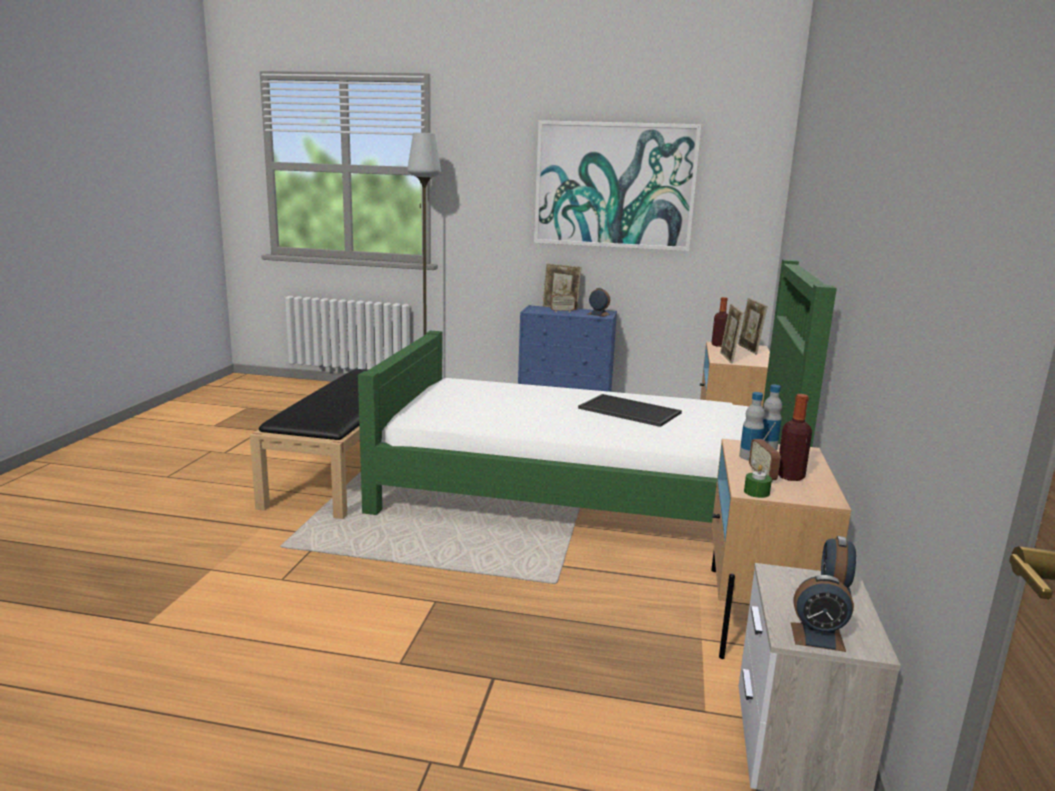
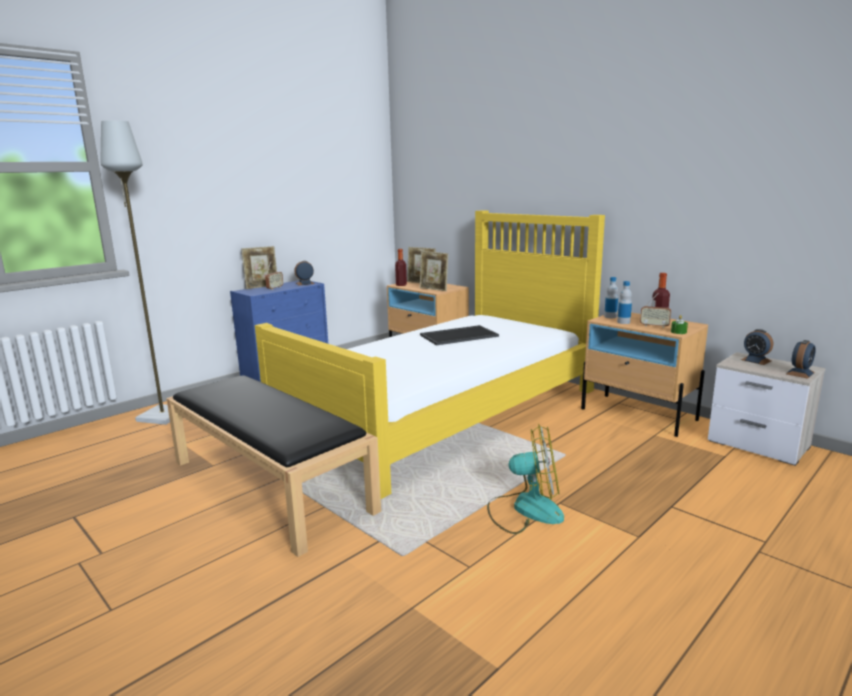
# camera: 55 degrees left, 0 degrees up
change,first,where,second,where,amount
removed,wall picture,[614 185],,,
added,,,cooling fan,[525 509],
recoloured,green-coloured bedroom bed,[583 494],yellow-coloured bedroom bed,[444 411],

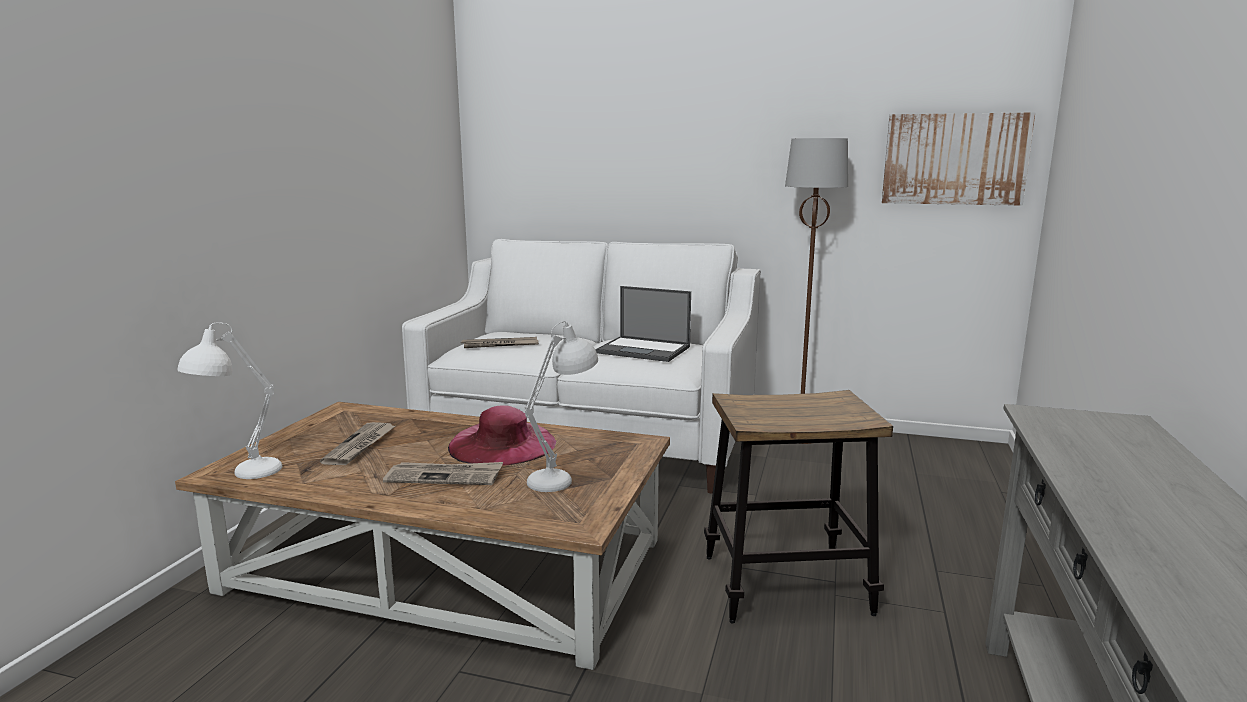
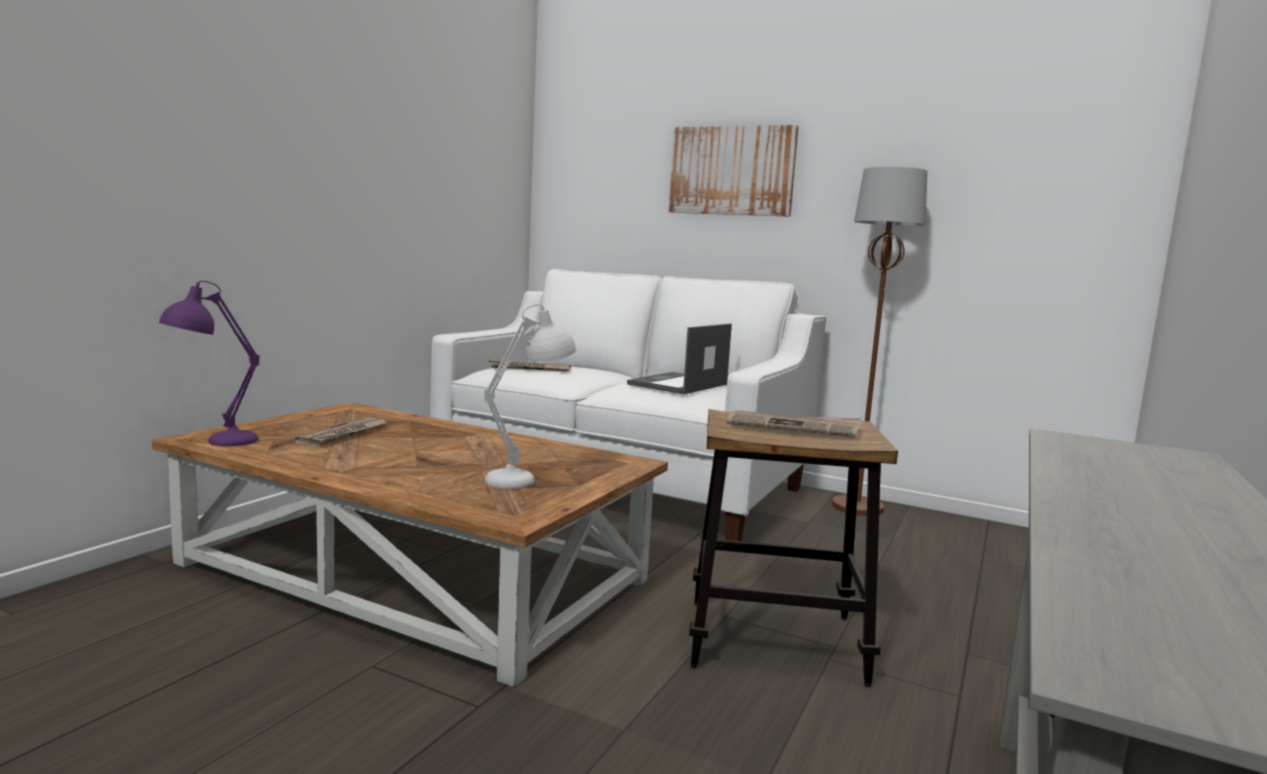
# camera: 10 degrees right, 5 degrees down
change,first,where,second,where,amount
removed,pinkish clothing hat,[502 444],,,
moved,printed paper,[445 476],,[793 427],
moved,wall picture,[954 159],,[732 171],
recoloured,whitish table lamp,[240 476],purplish table lamp,[212 443],
turned,laptop,[644 350],,[677 385],90 degrees clockwise

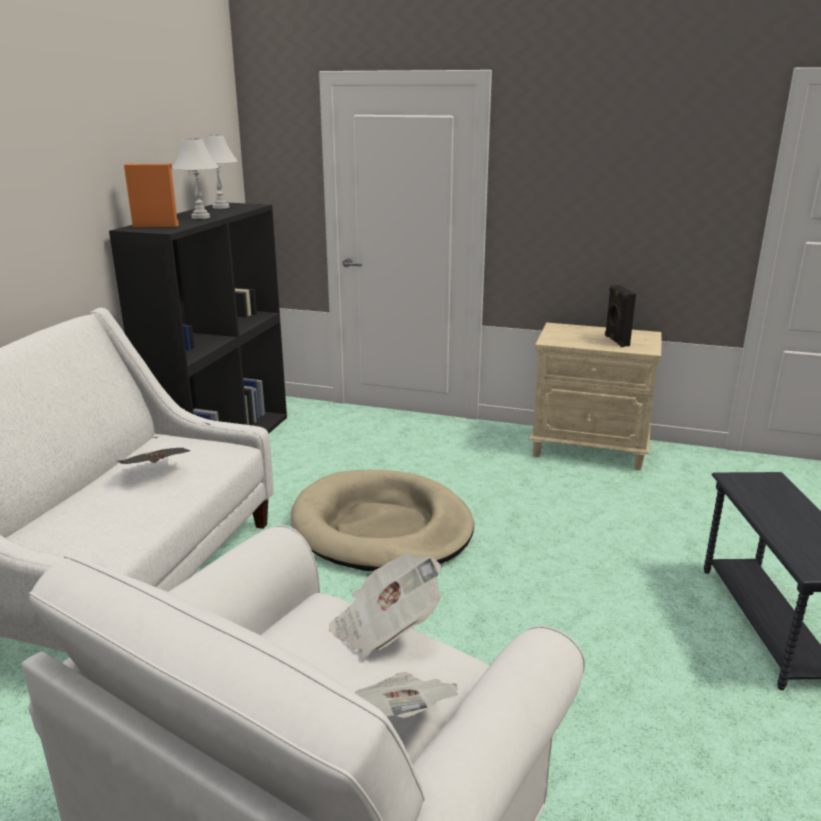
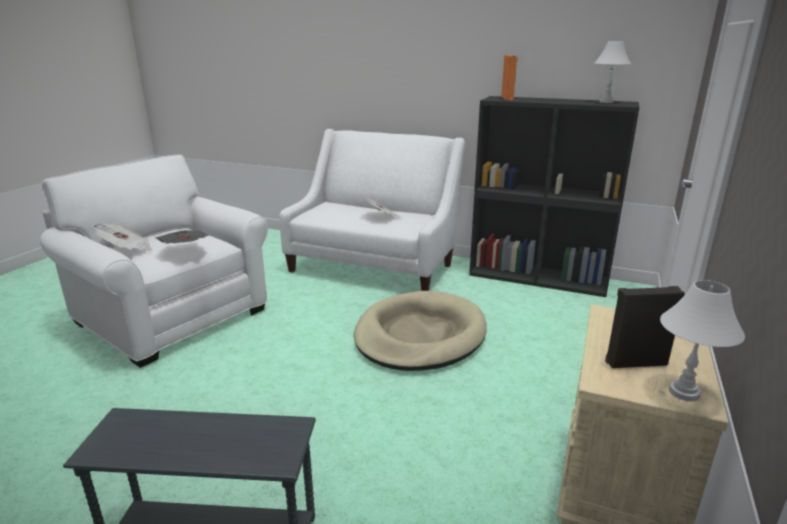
# camera: 95 degrees right, 0 degrees up
change,first,where,second,where,amount
moved,whitish table lamp,[201 217],,[684 393],

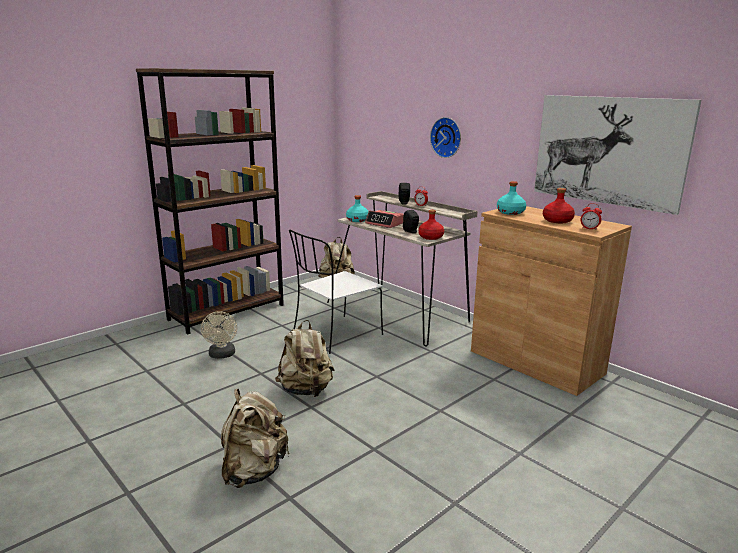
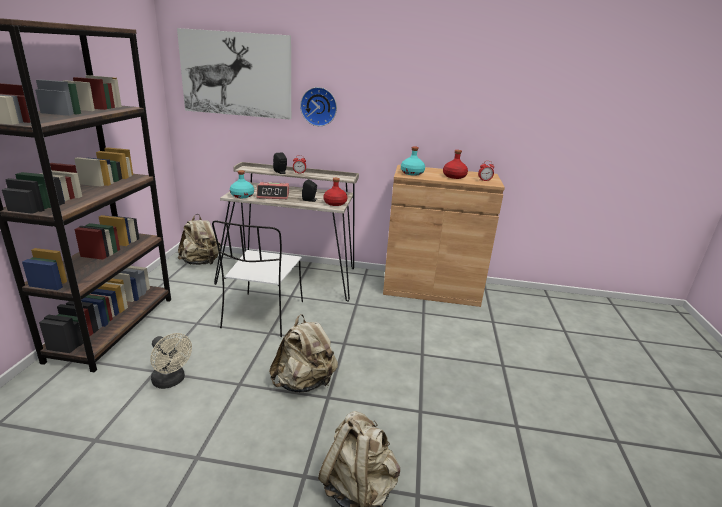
# camera: 40 degrees left, 5 degrees up
change,first,where,second,where,amount
moved,wall picture,[609 150],,[236 74],

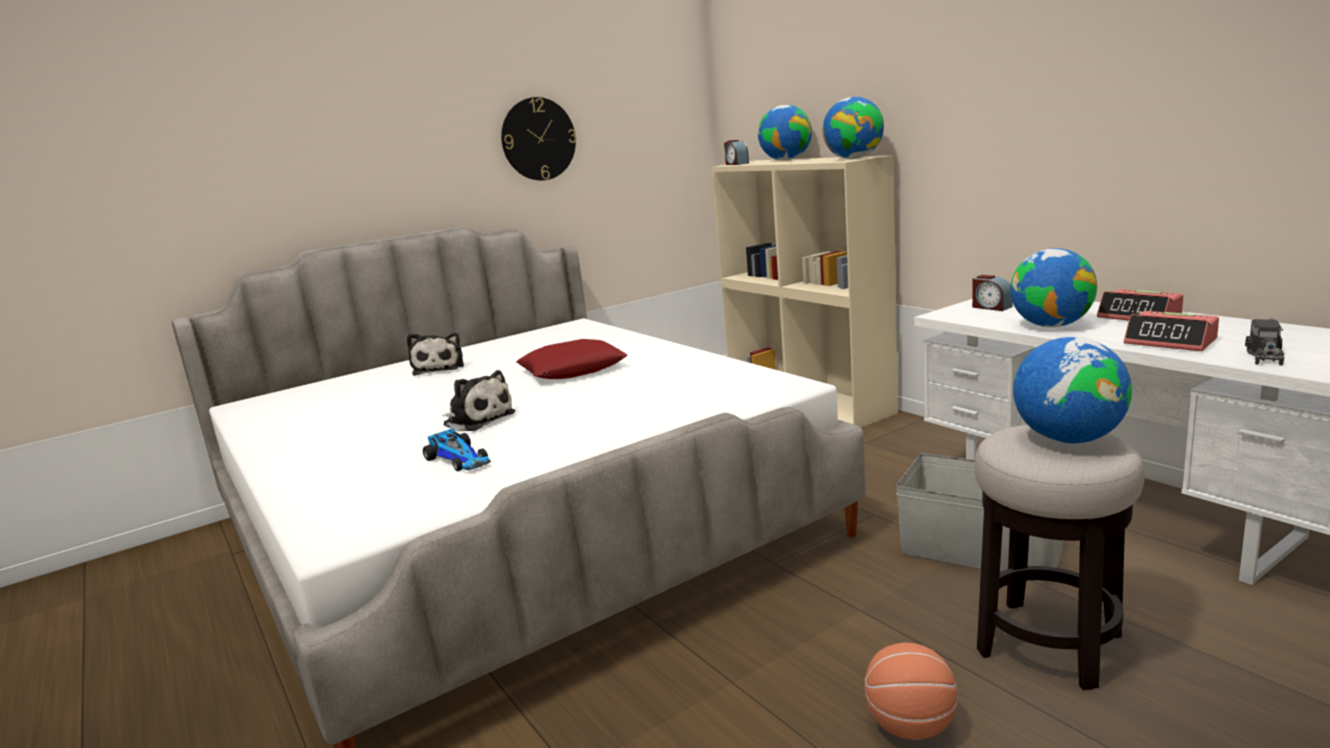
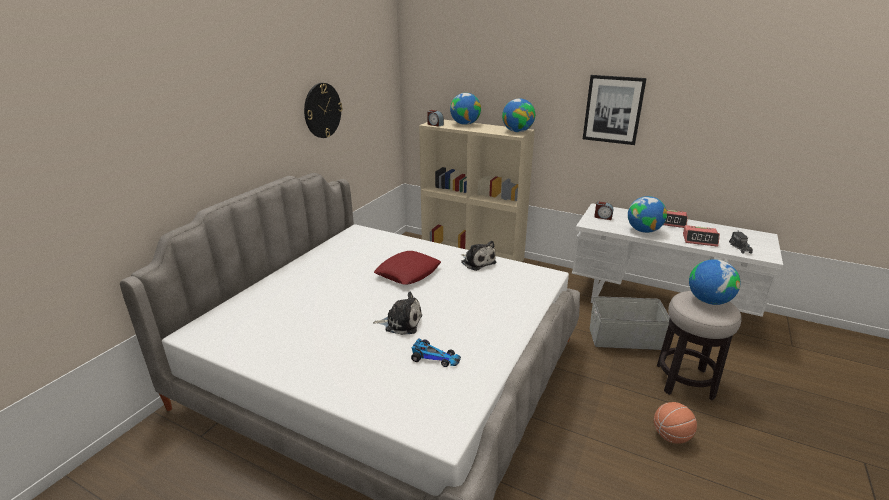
# camera: 30 degrees left, 10 degrees up
change,first,where,second,where,amount
added,,,wall picture,[613 109],
moved,soft toy,[439 368],,[477 262],

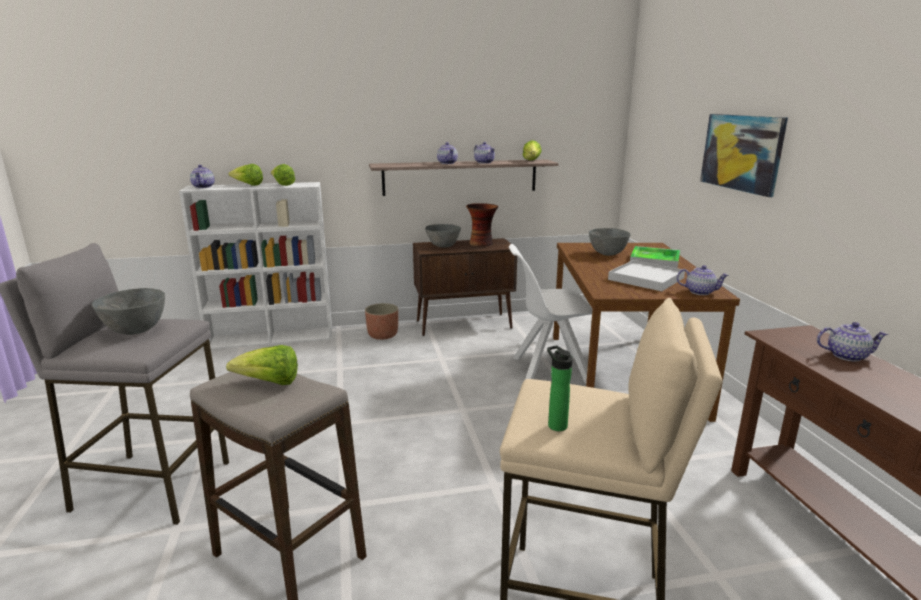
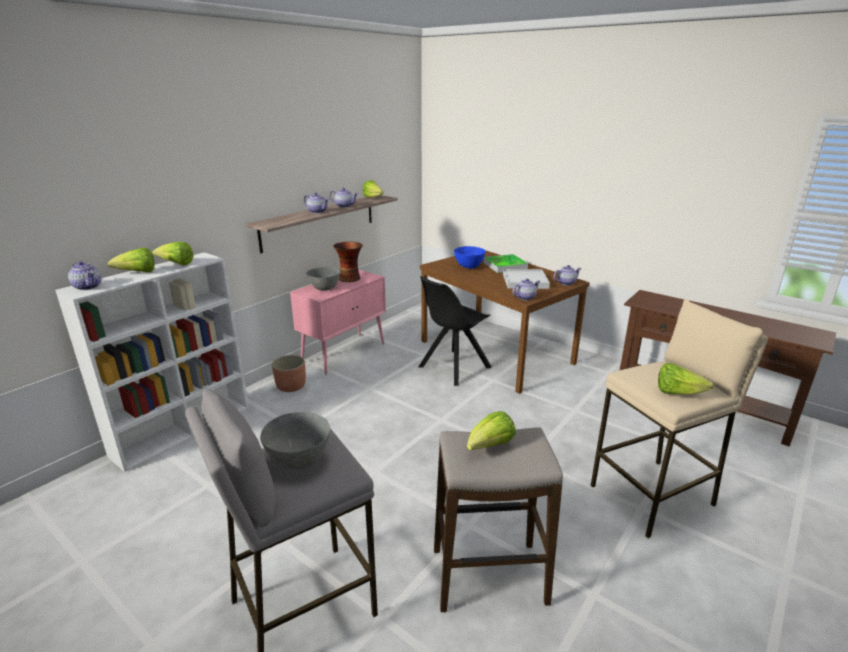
# camera: 40 degrees left, 5 degrees up
change,first,where,second,where,amount
removed,wall picture,[741 152],,,
moved,pot for tea,[847 356],,[525 297],
replaced,beverage bottle,[555 424],lettuce head,[677 393],
recoloured,brown cabinet,[464 324],pinkish cabinet,[344 353],
recoloured,whitish chair,[548 371],black-coloured chair,[453 368],
recoloured,greyish bowl,[607 254],bluish bowl,[469 267],

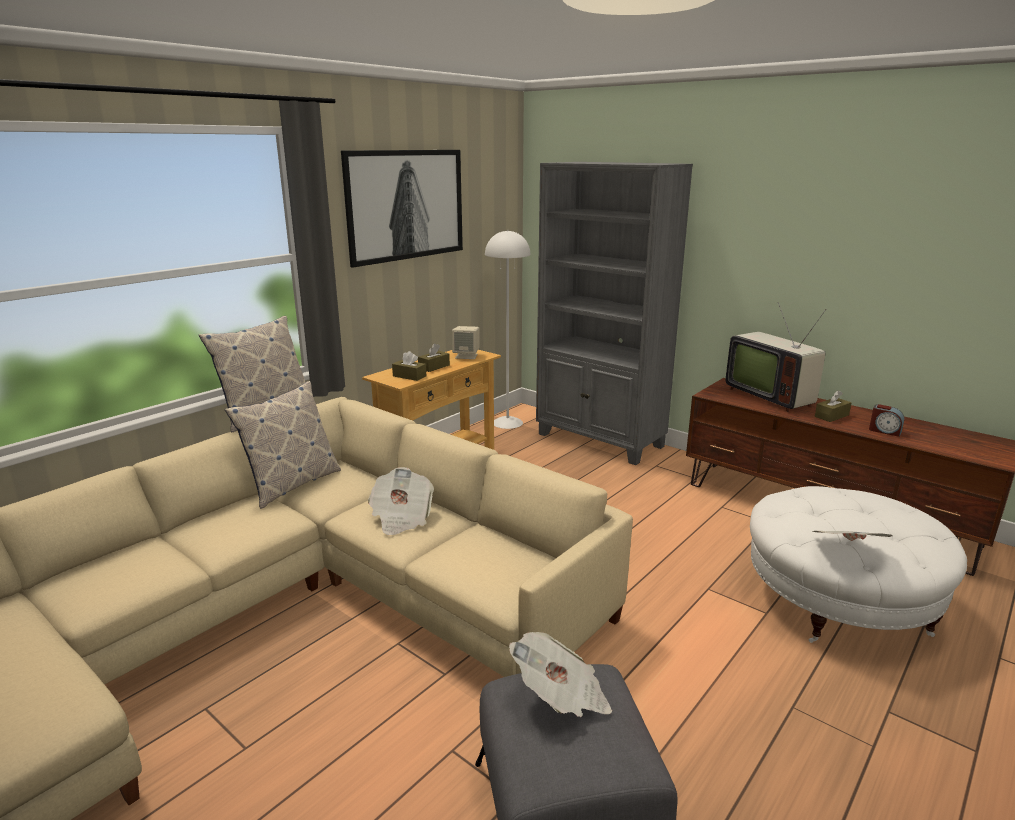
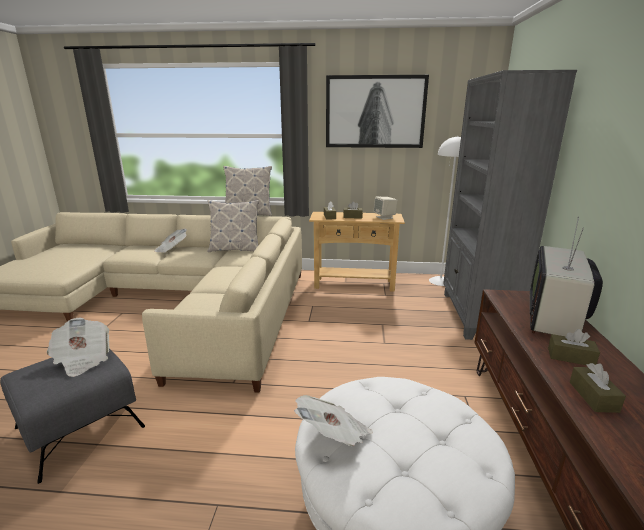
# camera: 55 degrees right, 0 degrees up
change,first,where,second,where,amount
moved,printed paper,[401 517],,[172 249],
replaced,alarm clock,[884 431],brown tissue box,[593 396],

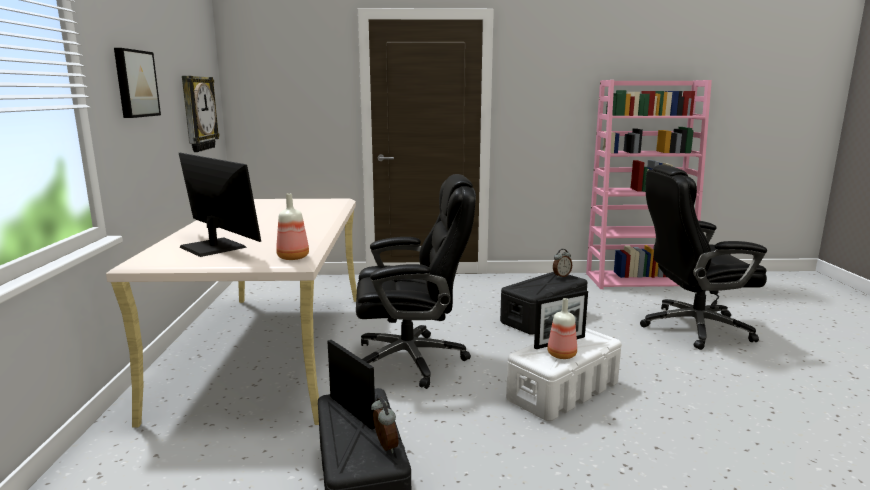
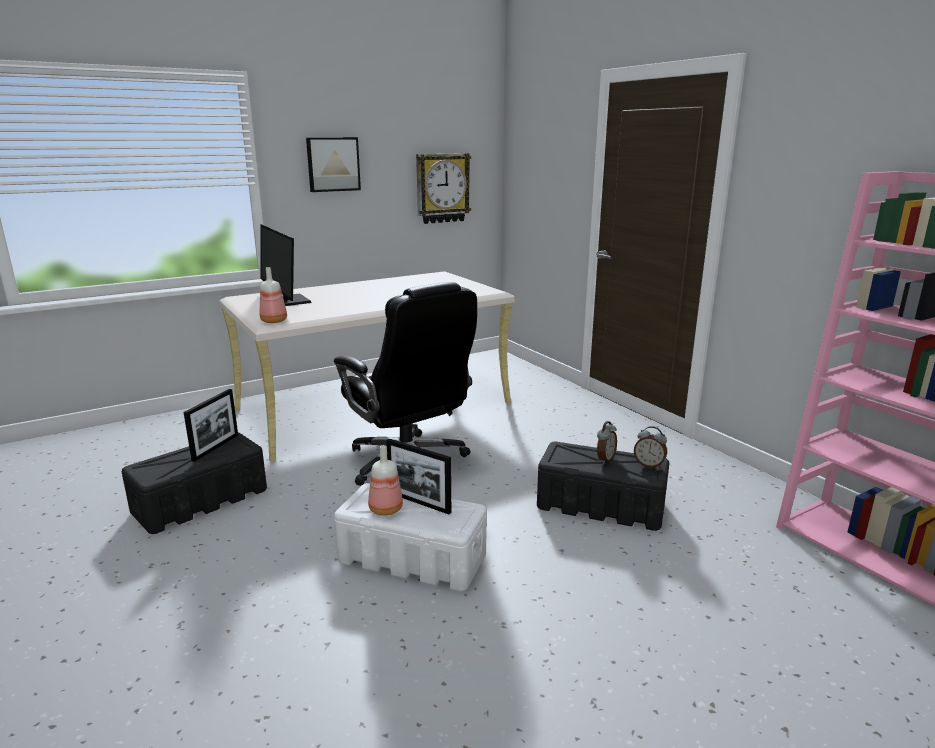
# camera: 60 degrees right, 5 degrees up
change,first,where,second,where,amount
removed,black-coloured office chair,[692 328],,,
moved,alarm clock,[384 447],,[605 459],
turned,computer display,[215 247],,[286 301],135 degrees clockwise

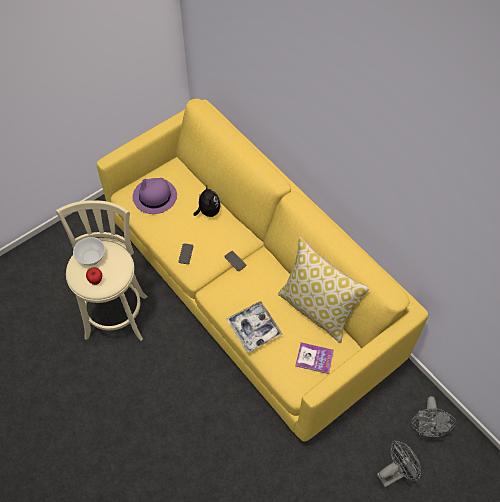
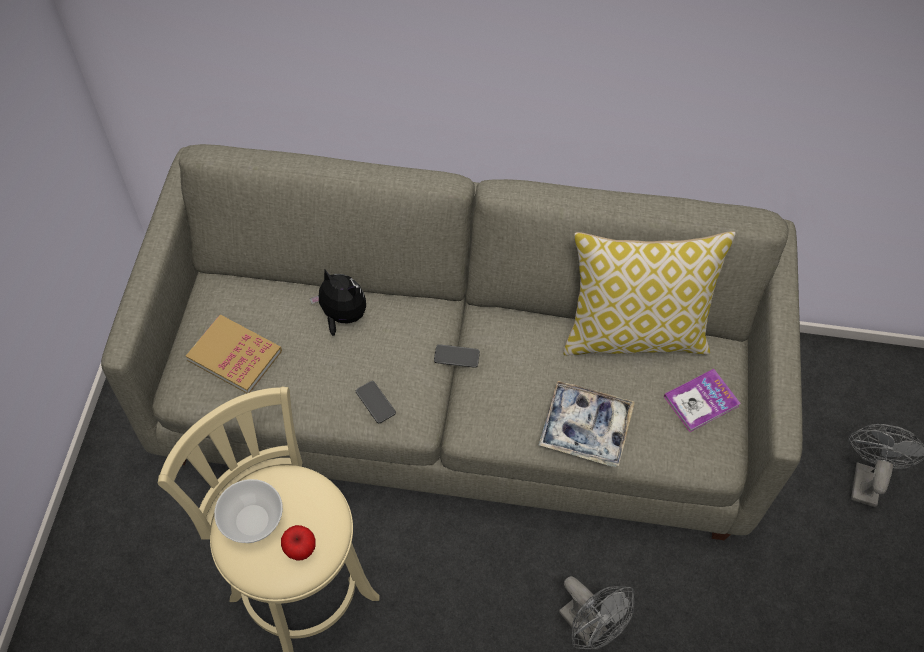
# camera: 45 degrees left, 0 degrees up
change,first,where,second,where,amount
moved,greyish cooling fan,[426 428],,[589 628],
replaced,purplish clothing hat,[154 196],volume,[235 355],
recoloured,yellow-coloured sofa,[250 292],greyish sofa,[460 400],

